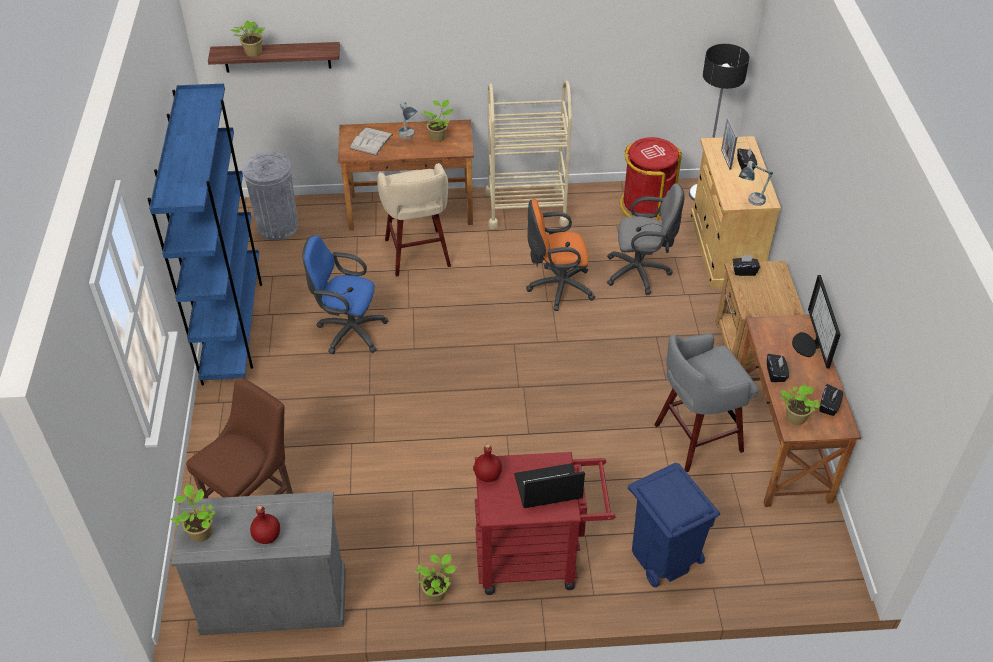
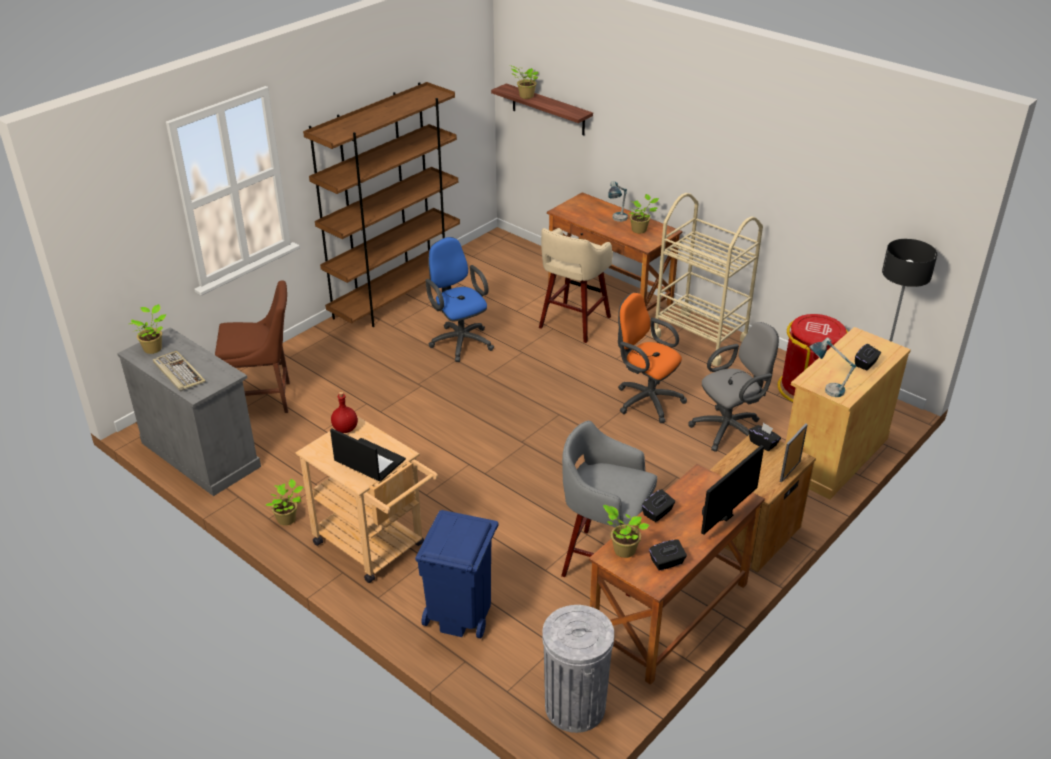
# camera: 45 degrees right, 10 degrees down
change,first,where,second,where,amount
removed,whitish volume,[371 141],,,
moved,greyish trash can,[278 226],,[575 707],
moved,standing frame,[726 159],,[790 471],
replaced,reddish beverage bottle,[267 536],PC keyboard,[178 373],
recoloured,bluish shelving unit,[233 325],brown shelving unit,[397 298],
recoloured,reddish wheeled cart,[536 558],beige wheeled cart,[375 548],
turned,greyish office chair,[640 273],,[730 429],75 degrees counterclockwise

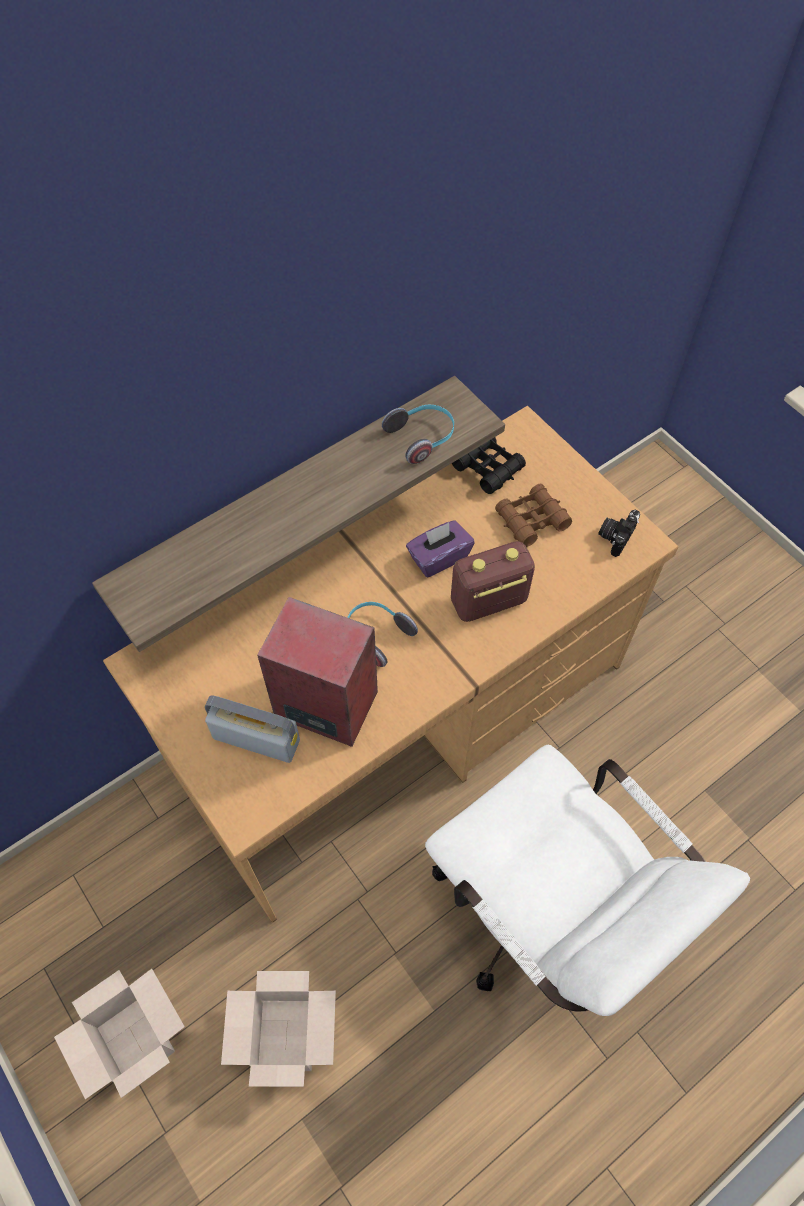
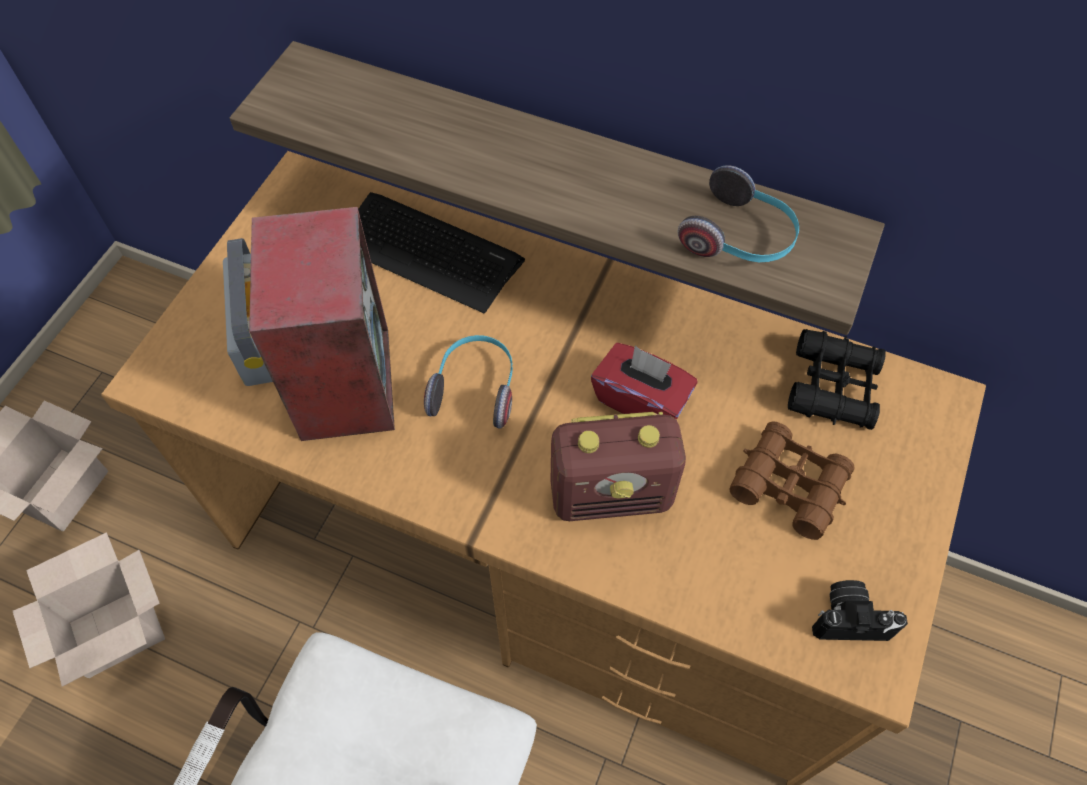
# camera: 60 degrees right, 0 degrees up
change,first,where,second,where,amount
added,,,PC keyboard,[428 252],
recoloured,purplish tissue box,[438 557],reddish tissue box,[641 399],
turned,radio receiver,[488 602],,[612 494],135 degrees clockwise

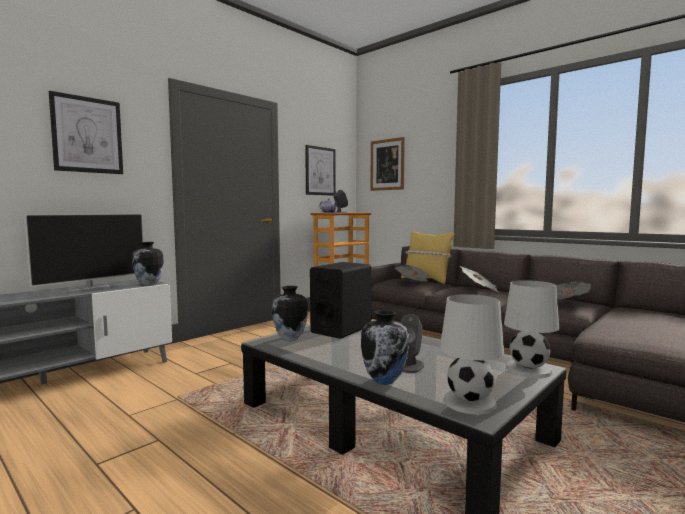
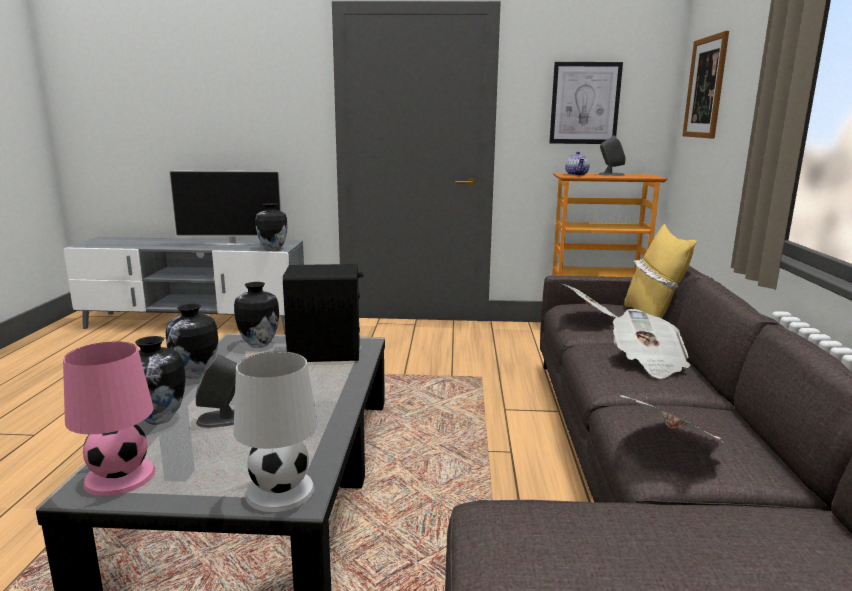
# camera: 50 degrees right, 10 degrees up
change,first,where,second,where,amount
removed,wall picture,[87 135],,,
added,,,vase,[195 375],
recoloured,whitish table lamp,[470 402],pinkish table lamp,[119 477],

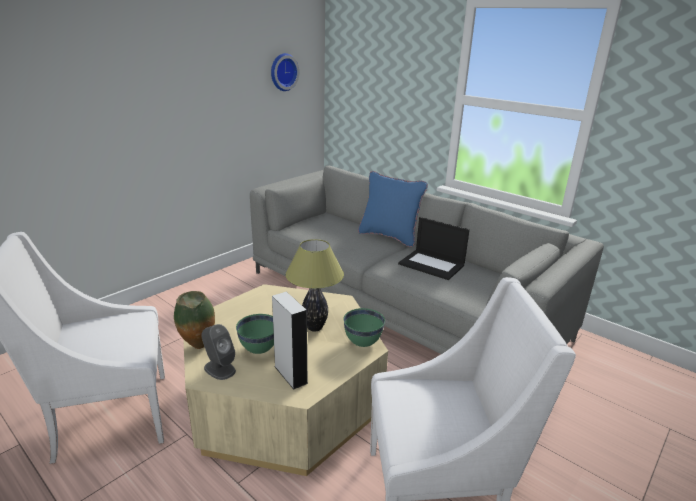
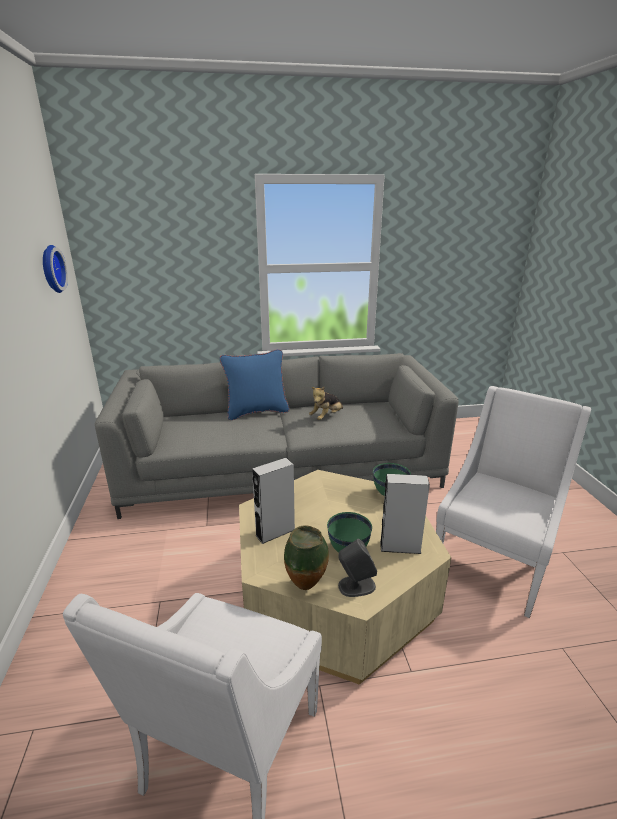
# camera: 50 degrees left, 0 degrees up
change,first,where,second,where,amount
removed,table lamp,[314 328],,,
added,,,greyish loudspeaker,[275 532],
replaced,laptop,[432 264],soft toy,[326 417],

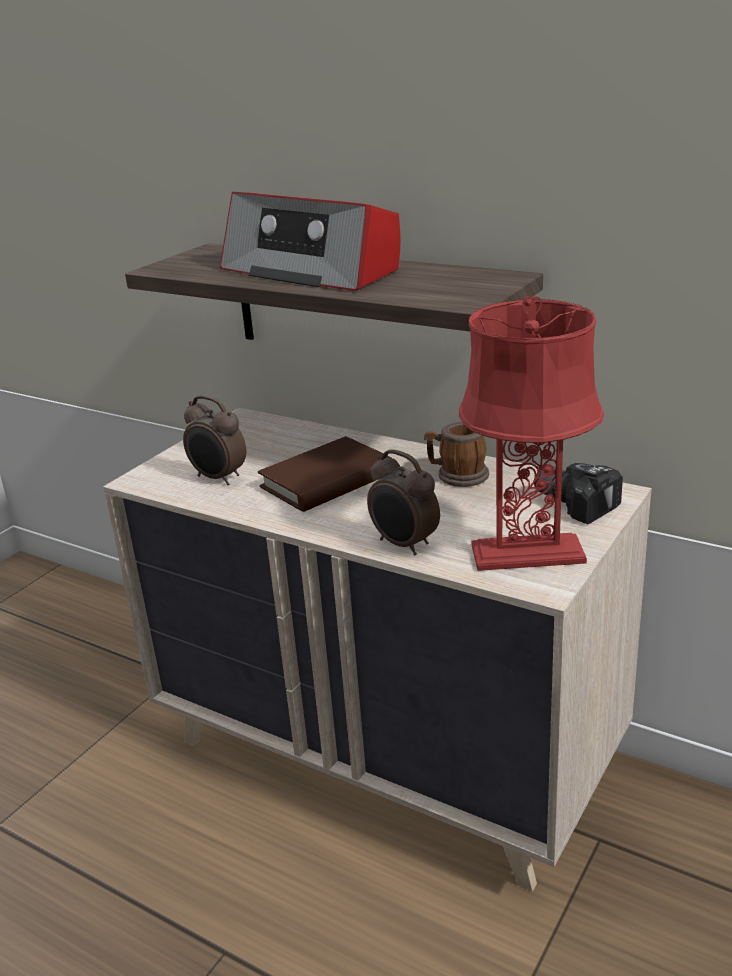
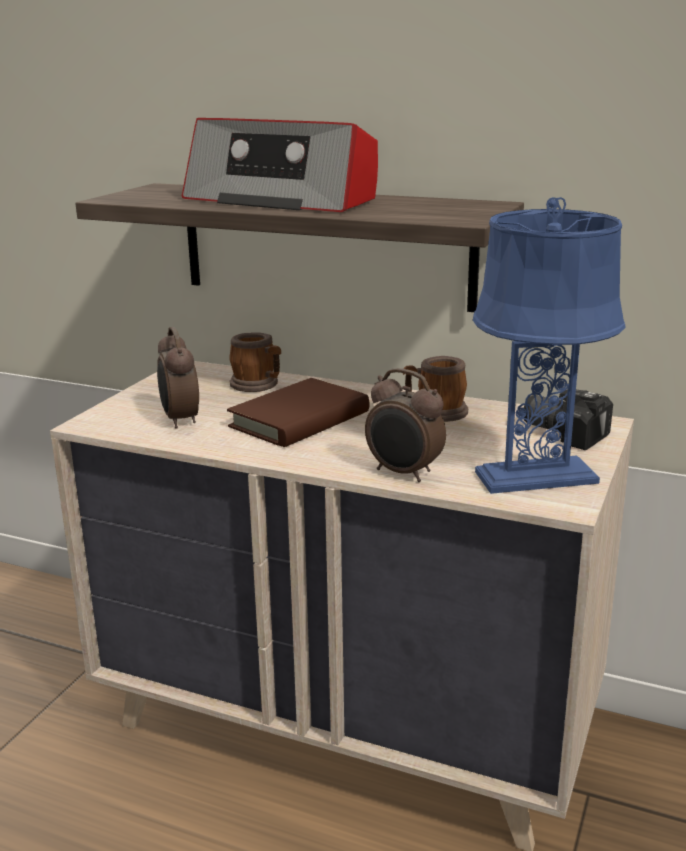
# camera: 10 degrees left, 5 degrees down
change,first,where,second,where,amount
added,,,tea mug,[258 385],
recoloured,reddish table lamp,[526 554],bluish table lamp,[535 478],
turned,alarm clock,[218 478],,[179 420],45 degrees clockwise

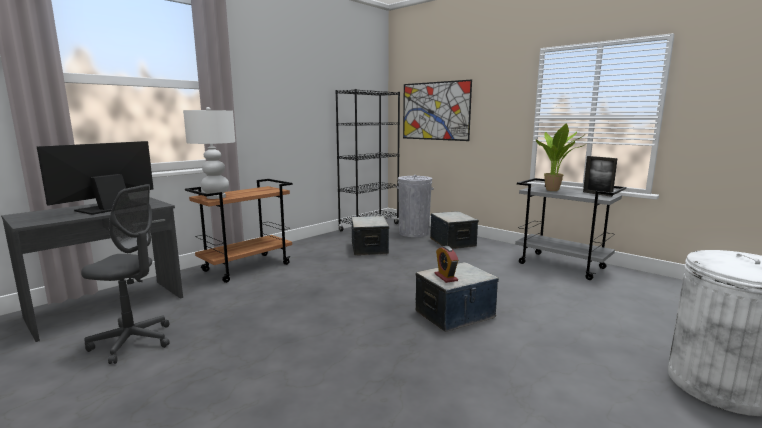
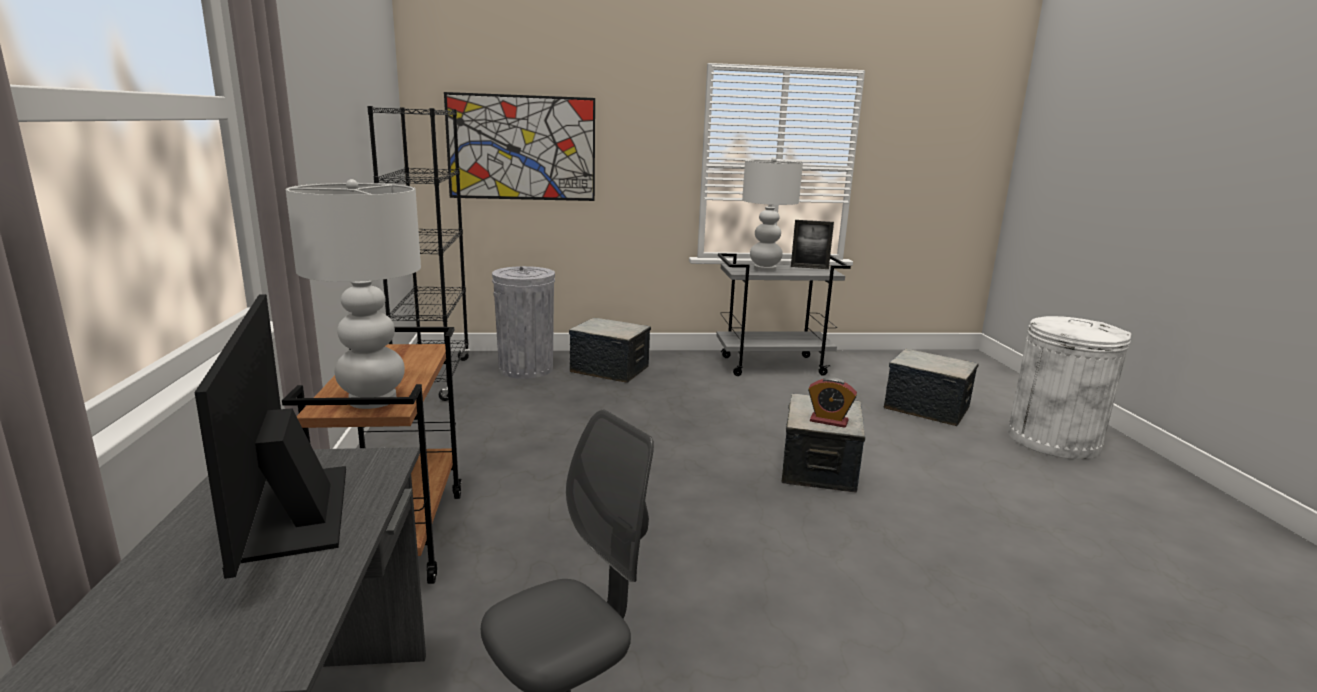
# camera: 50 degrees left, 5 degrees up
change,first,where,second,where,amount
moved,storage bin,[369 248],,[926 408],
replaced,houseplant,[554 190],whitish table lamp,[764 269],

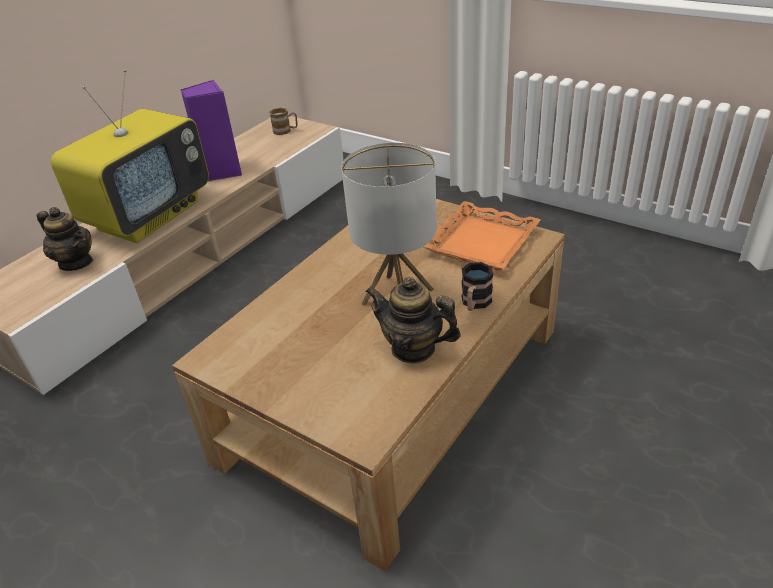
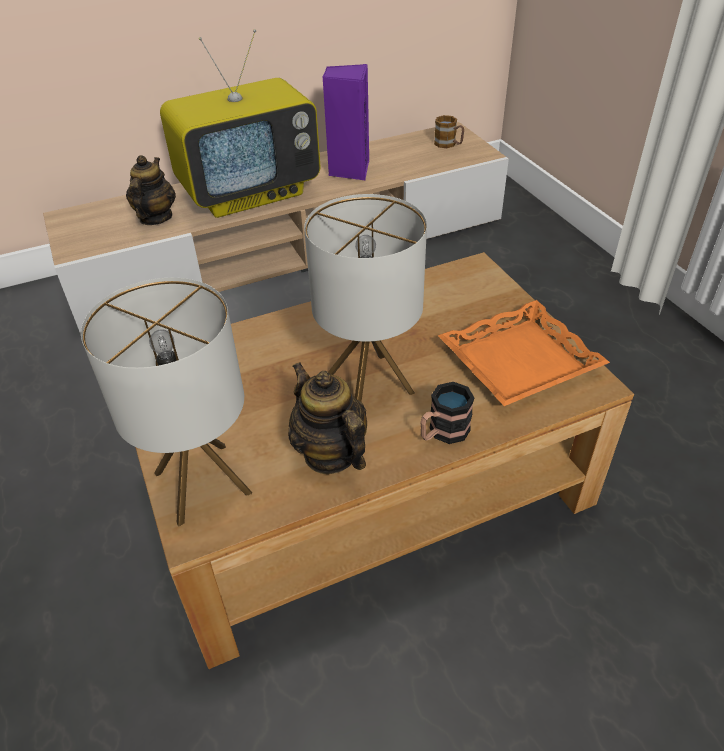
# camera: 30 degrees right, 5 degrees up
change,first,where,second,where,amount
added,,,table lamp,[202 482],
turned,pot for tea,[76 262],,[155 218],150 degrees counterclockwise

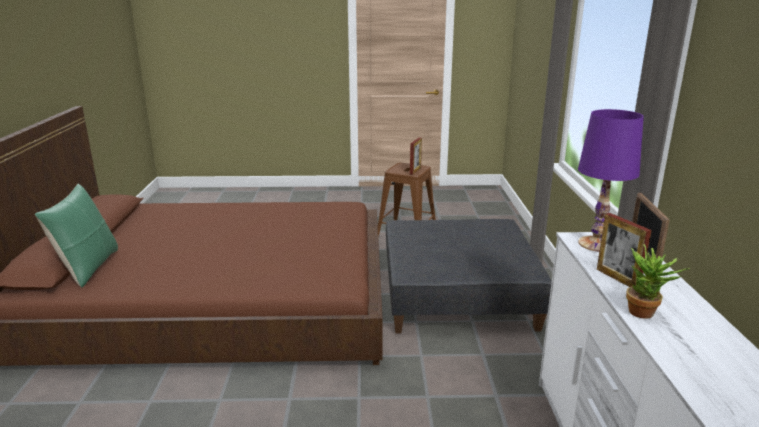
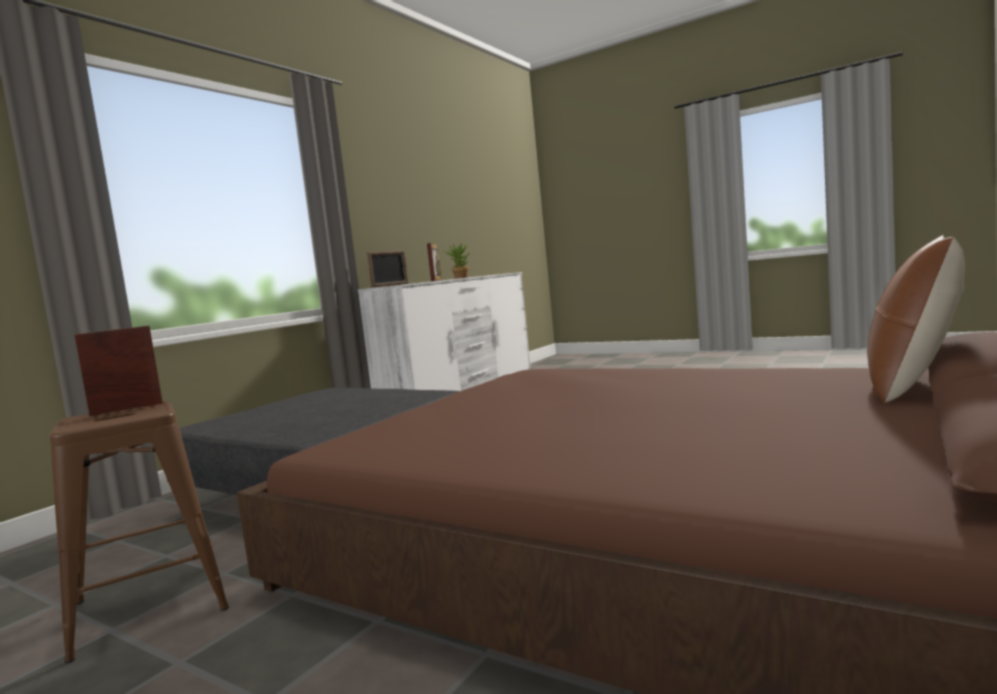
# camera: 145 degrees left, 15 degrees down
change,first,where,second,where,amount
removed,purplish table lamp,[597 244],,,
recoloured,green-coloured pillow,[88 268],brown pillow,[914 386],

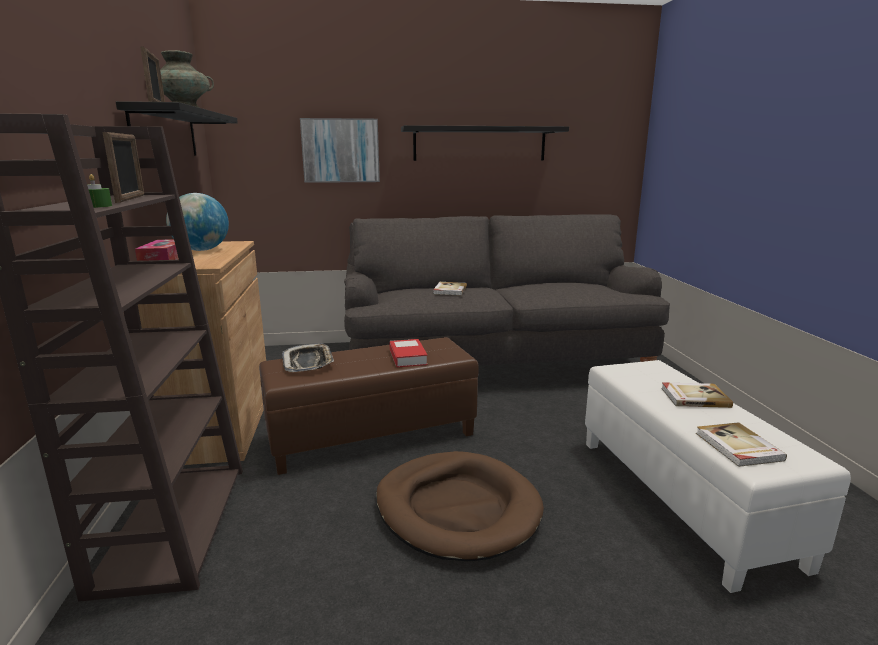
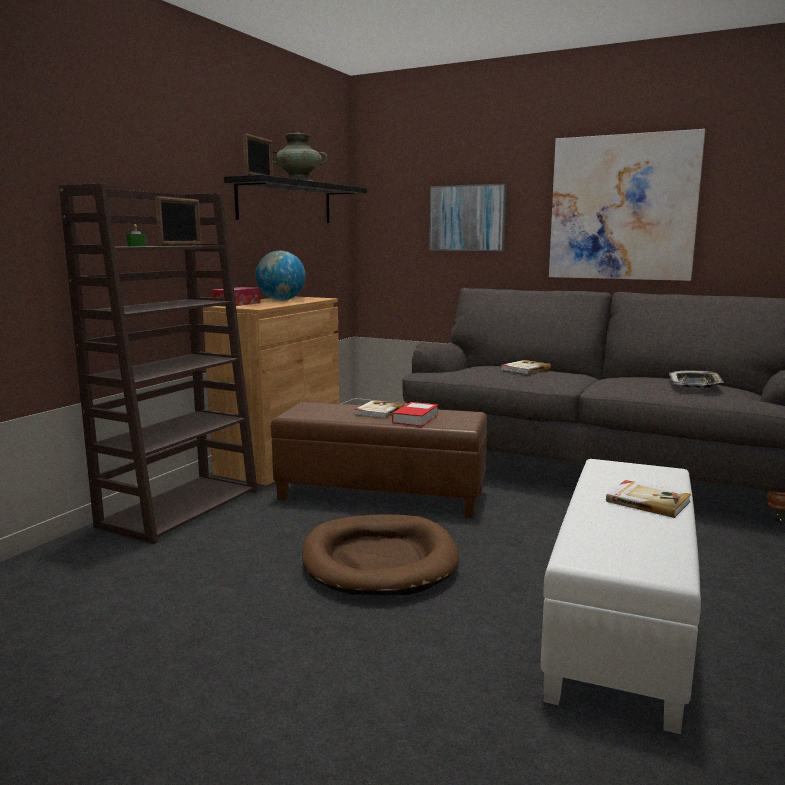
# camera: 35 degrees right, 5 degrees down
change,first,where,second,where,amount
moved,tray,[308 362],,[695 384],
moved,volume,[738 447],,[378 411],
replaced,black-coloured shelf,[479 144],wall picture,[622 208],

